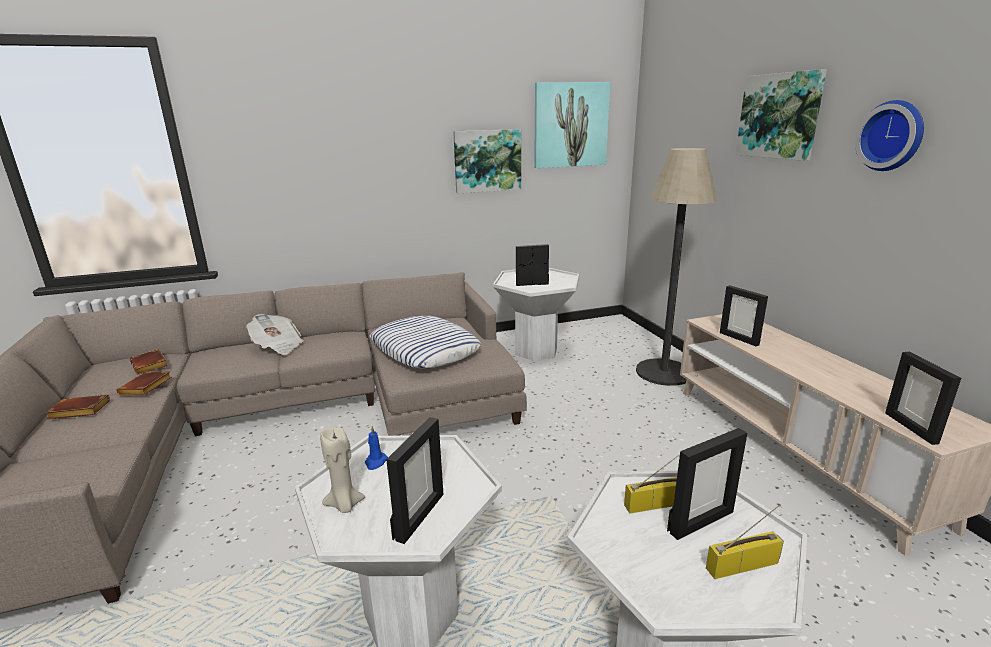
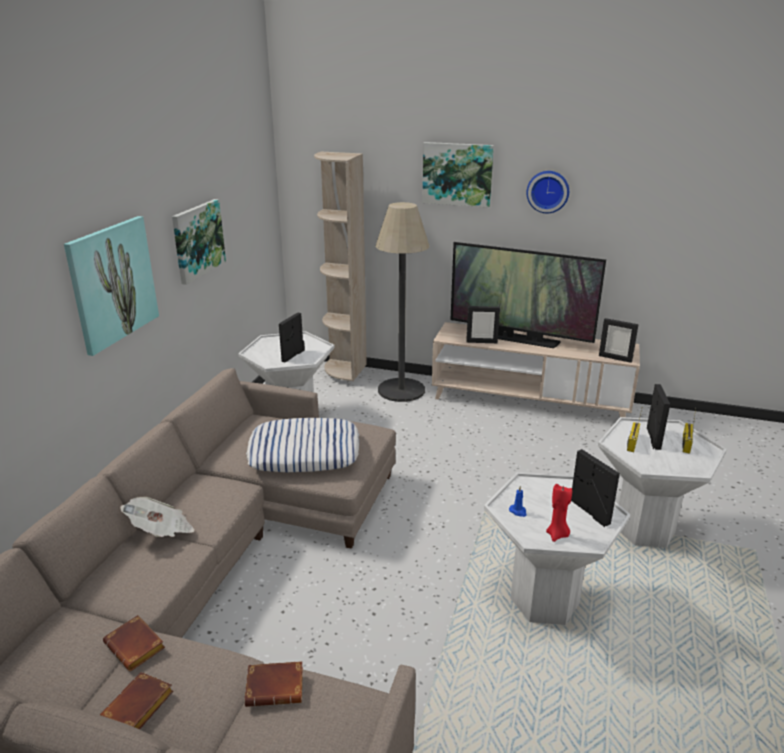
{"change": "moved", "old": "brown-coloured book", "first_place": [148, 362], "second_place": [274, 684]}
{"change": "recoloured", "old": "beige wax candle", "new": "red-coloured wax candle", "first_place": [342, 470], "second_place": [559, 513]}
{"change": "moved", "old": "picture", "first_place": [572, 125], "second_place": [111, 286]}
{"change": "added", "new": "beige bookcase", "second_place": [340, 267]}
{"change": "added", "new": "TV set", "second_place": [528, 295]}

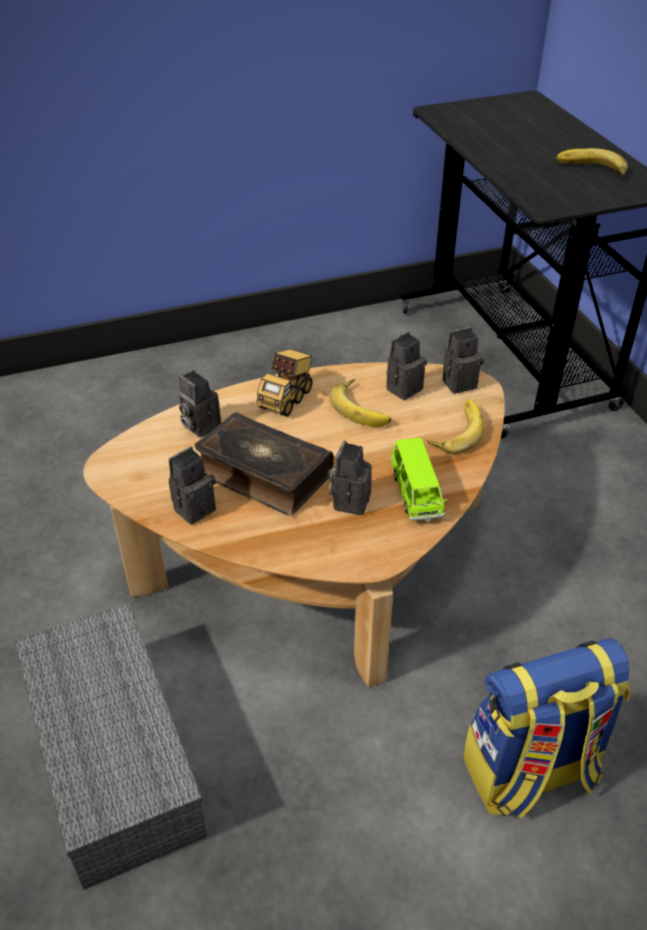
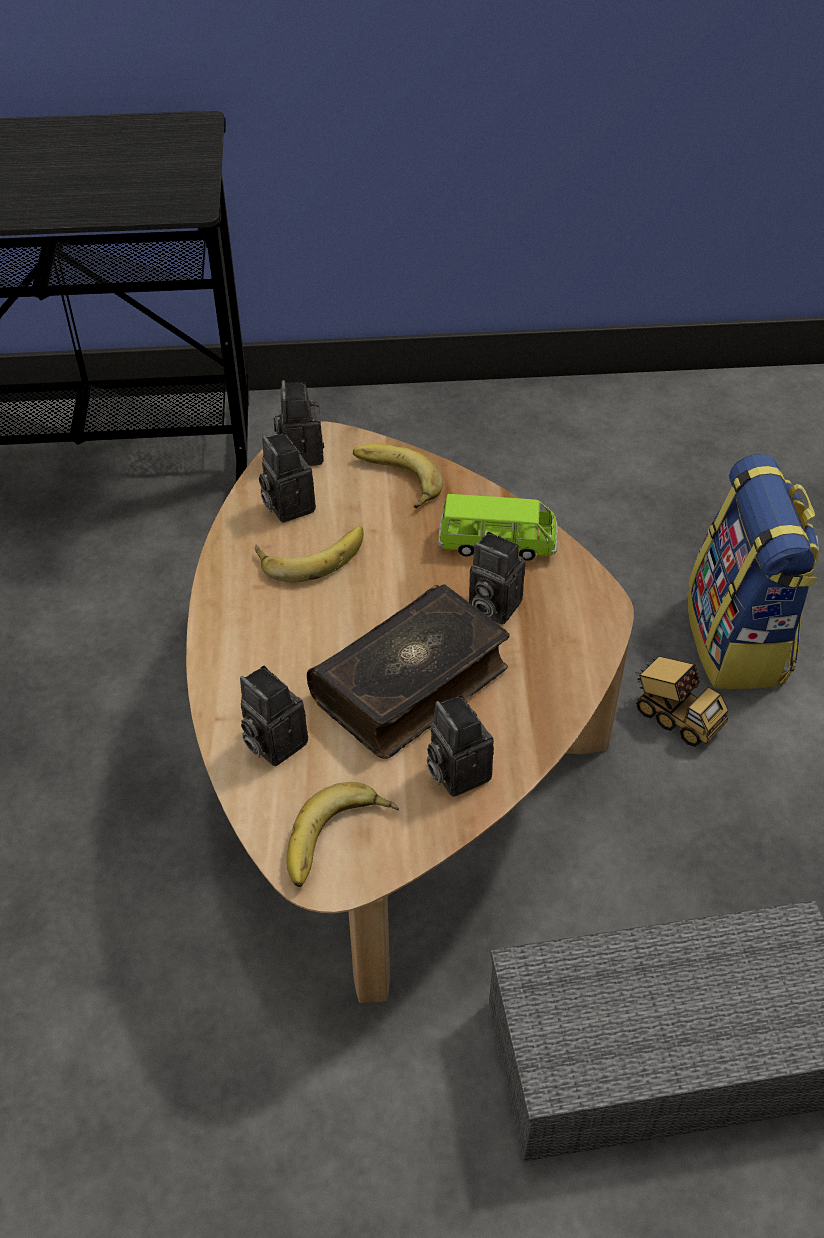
{"change": "turned", "old": "still camera", "first_place": [200, 404], "second_place": [274, 716], "degrees": 75}
{"change": "moved", "old": "model truck", "first_place": [284, 383], "second_place": [681, 701]}
{"change": "moved", "old": "banana", "first_place": [592, 162], "second_place": [342, 834]}

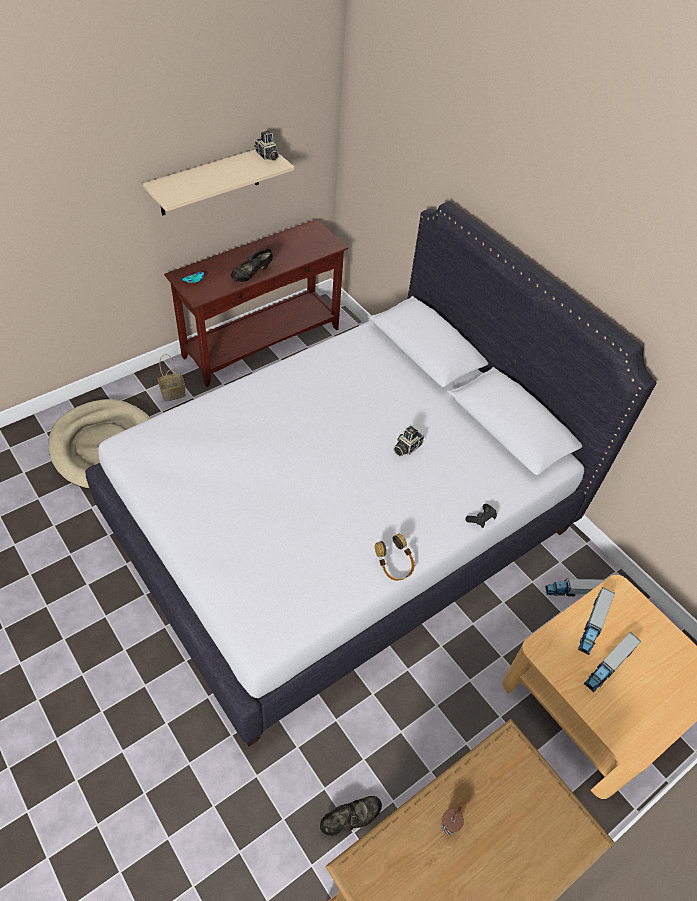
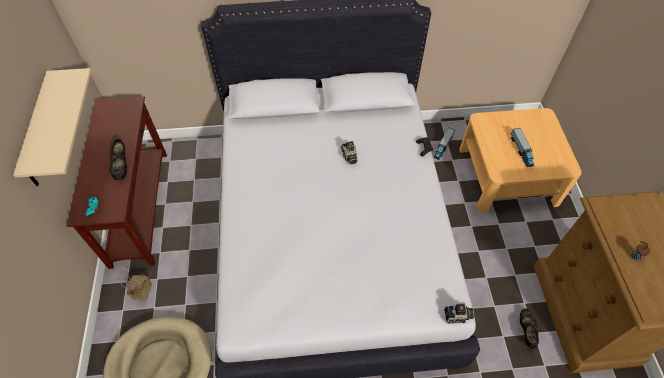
{"change": "moved", "old": "still camera", "first_place": [266, 146], "second_place": [459, 313]}
{"change": "removed", "old": "pair of headphones", "first_place": [394, 557]}
{"change": "removed", "old": "model truck", "first_place": [596, 621]}

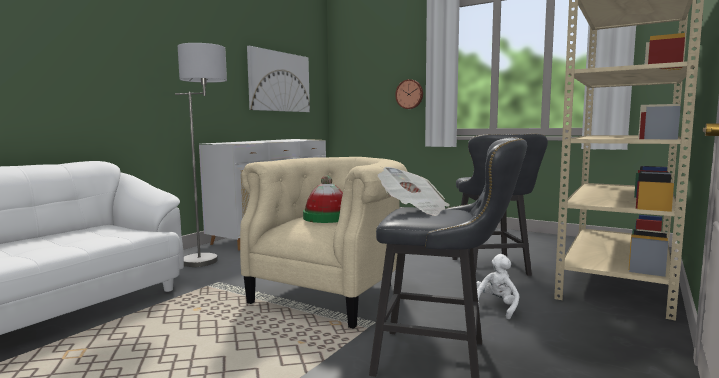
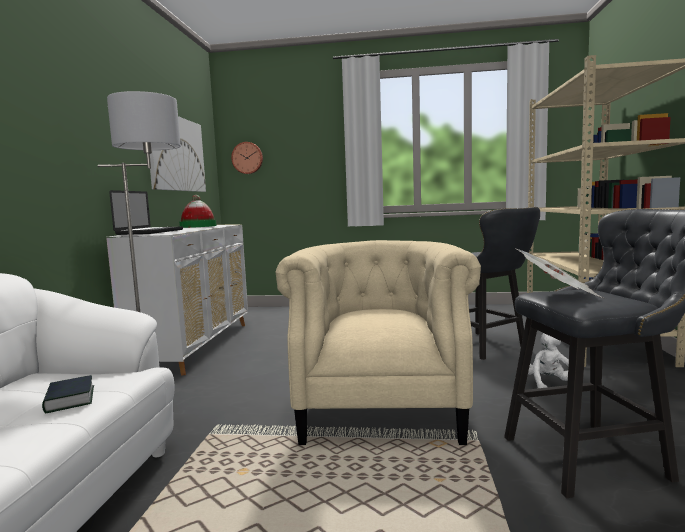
{"change": "moved", "old": "clothing hat", "first_place": [323, 199], "second_place": [198, 211]}
{"change": "moved", "old": "clock on the wall", "first_place": [409, 94], "second_place": [247, 158]}
{"change": "added", "new": "book", "second_place": [68, 394]}
{"change": "added", "new": "portable computer", "second_place": [146, 212]}

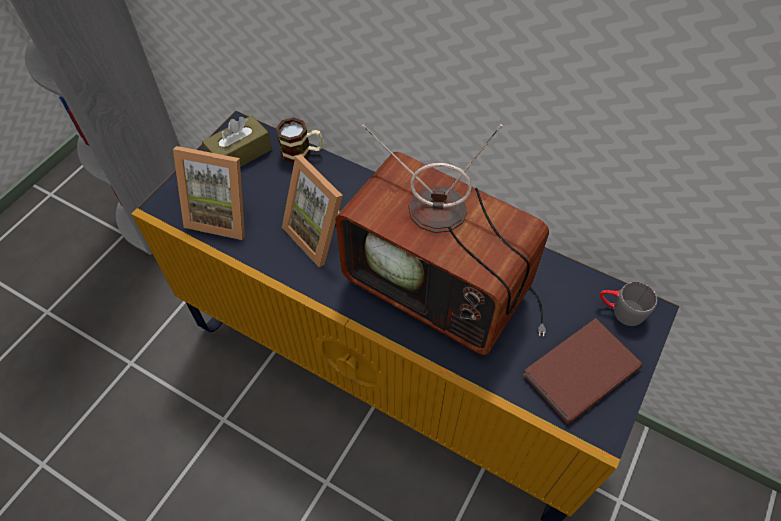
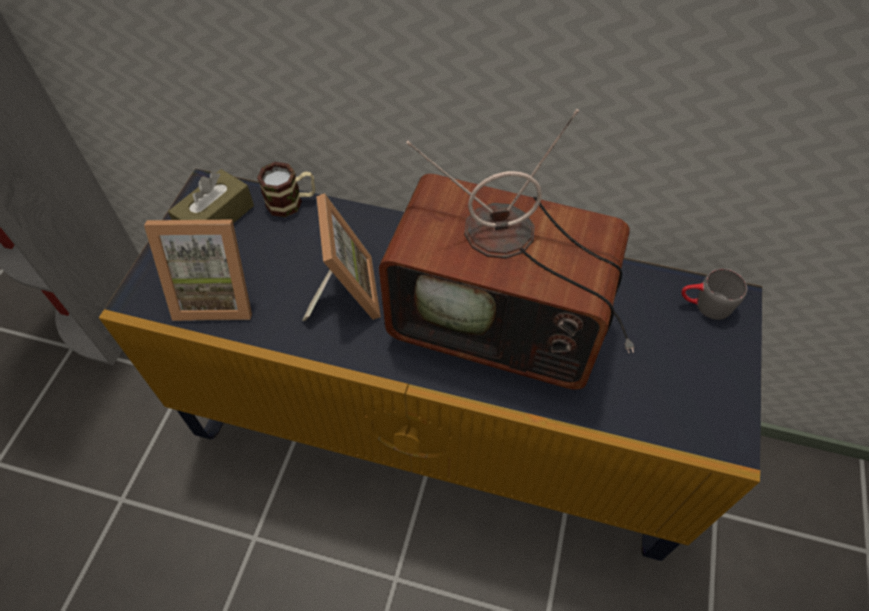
{"change": "turned", "old": "photo frame", "first_place": [312, 211], "second_place": [341, 257], "degrees": -135}
{"change": "removed", "old": "brown-coloured book", "first_place": [582, 371]}

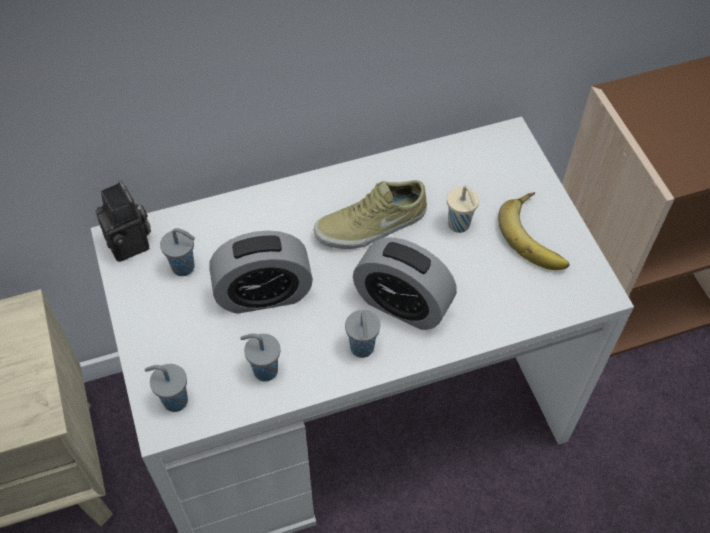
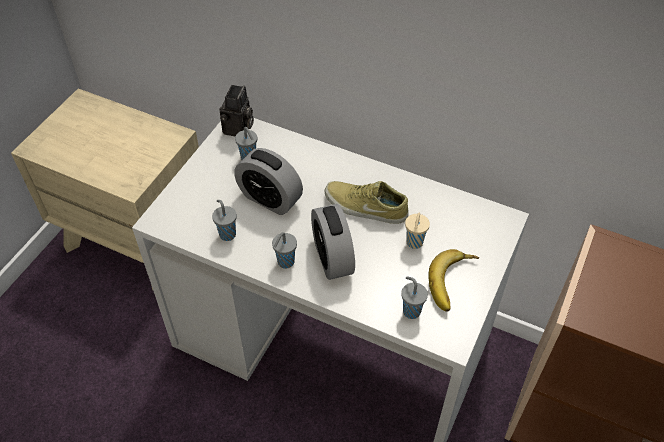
{"change": "moved", "old": "grey small cup", "first_place": [166, 388], "second_place": [414, 298]}

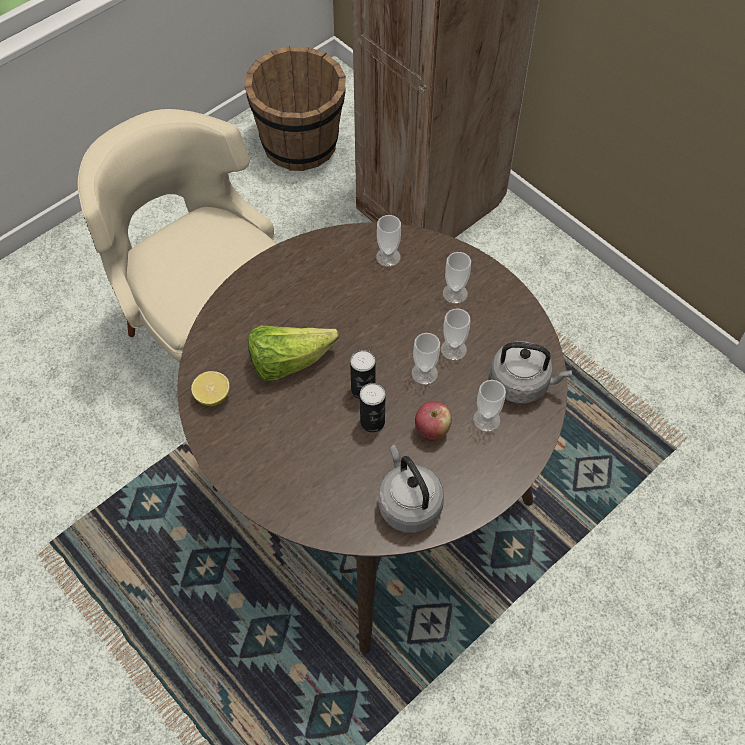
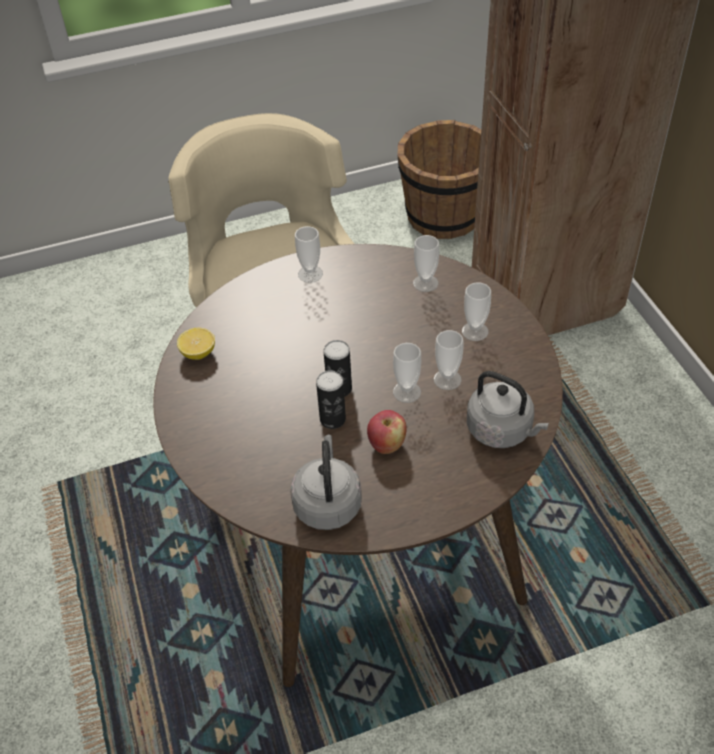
{"change": "removed", "old": "lettuce", "first_place": [293, 353]}
{"change": "moved", "old": "small cup", "first_place": [489, 406], "second_place": [309, 254]}

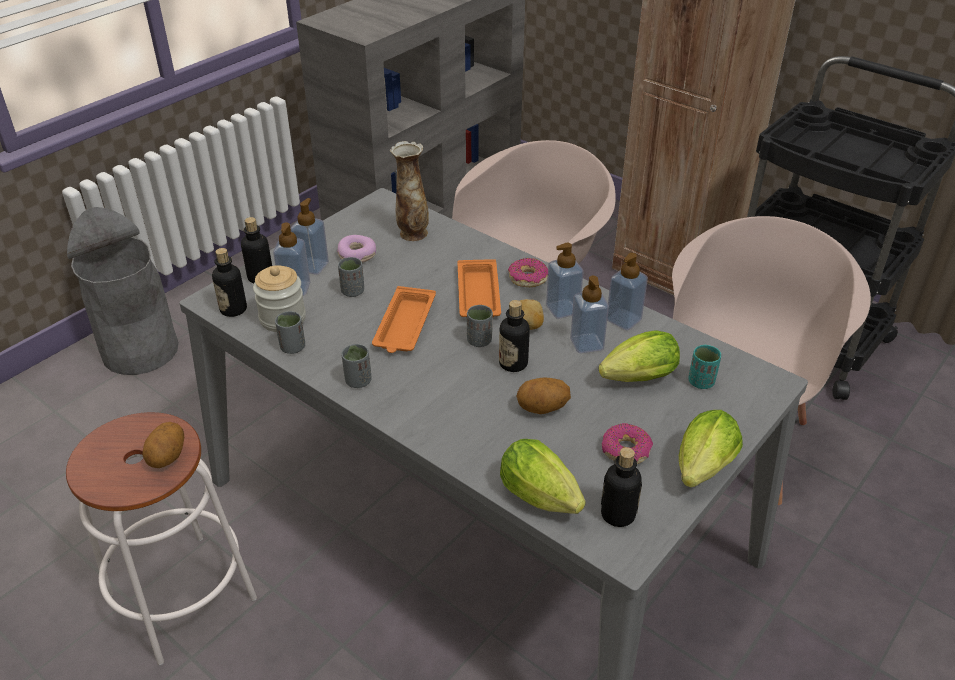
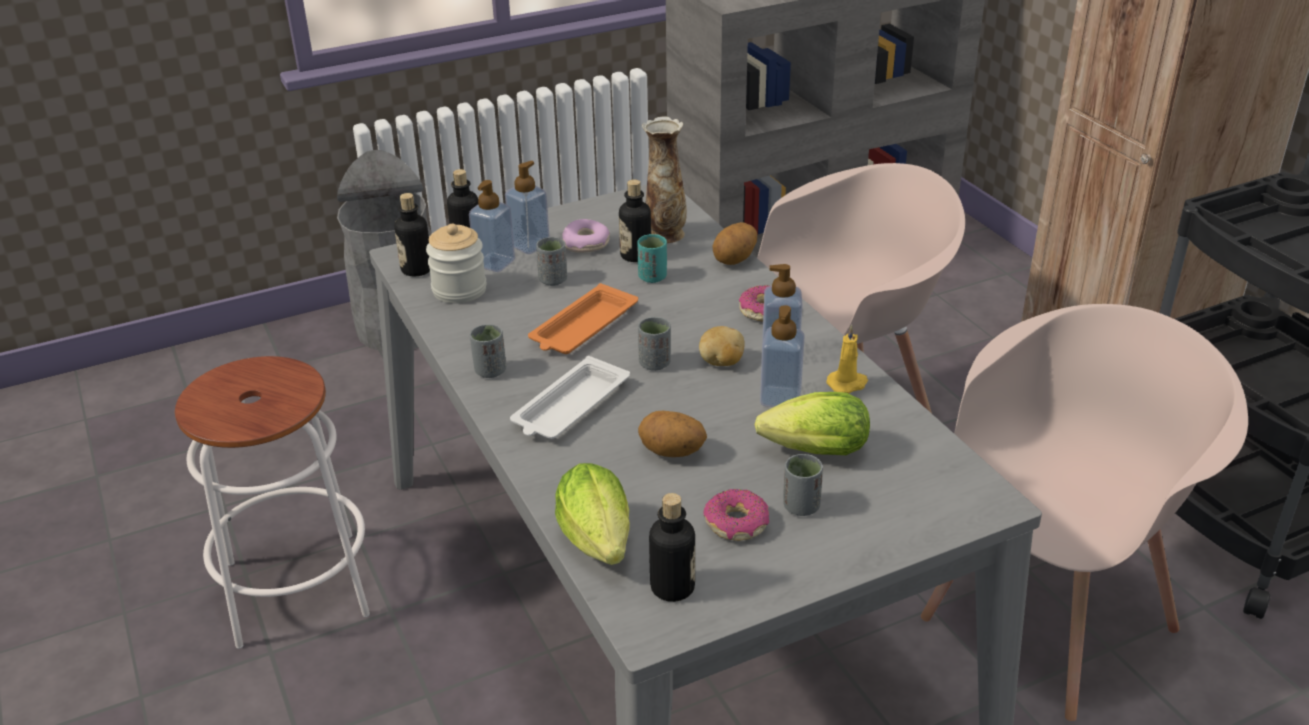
{"change": "moved", "old": "potato", "first_place": [163, 445], "second_place": [734, 243]}
{"change": "moved", "old": "grey small cup", "first_place": [290, 332], "second_place": [803, 485]}
{"change": "removed", "old": "orangey tray", "first_place": [479, 288]}
{"change": "moved", "old": "bottle", "first_place": [514, 336], "second_place": [635, 220]}
{"change": "replaced", "old": "liquid soap bottle", "new": "yellow-coloured wax candle", "first_place": [627, 291], "second_place": [847, 359]}
{"change": "removed", "old": "lettuce", "first_place": [711, 449]}
{"change": "moved", "old": "turquoise small cup", "first_place": [704, 366], "second_place": [652, 258]}
{"change": "added", "new": "white tray", "second_place": [570, 397]}

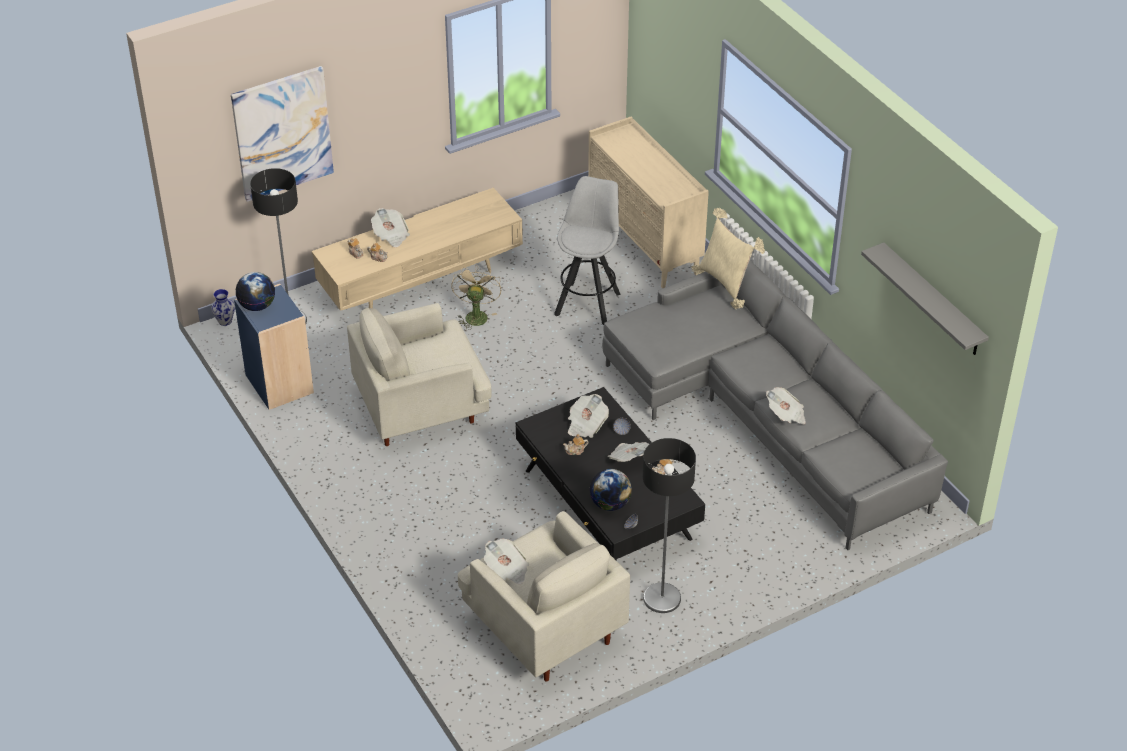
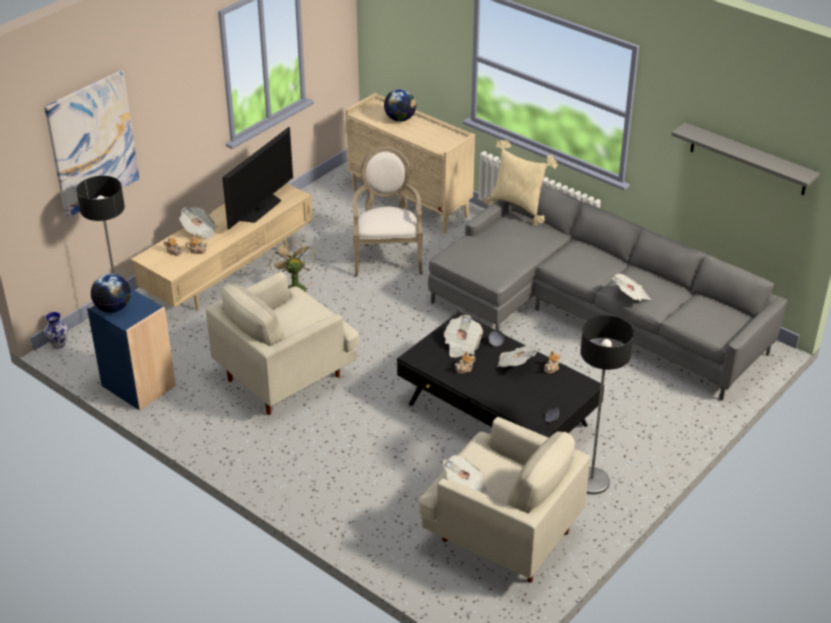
{"change": "replaced", "old": "grey stool", "new": "lounge chair", "first_place": [587, 250], "second_place": [387, 211]}
{"change": "moved", "old": "globe", "first_place": [611, 490], "second_place": [400, 105]}
{"change": "added", "new": "TV set", "second_place": [257, 178]}

